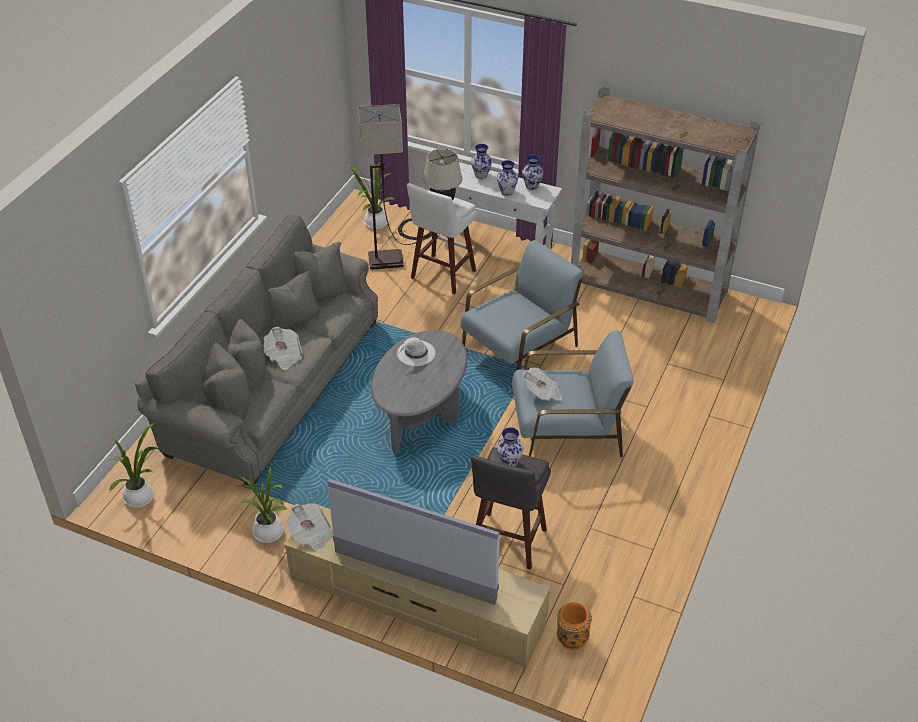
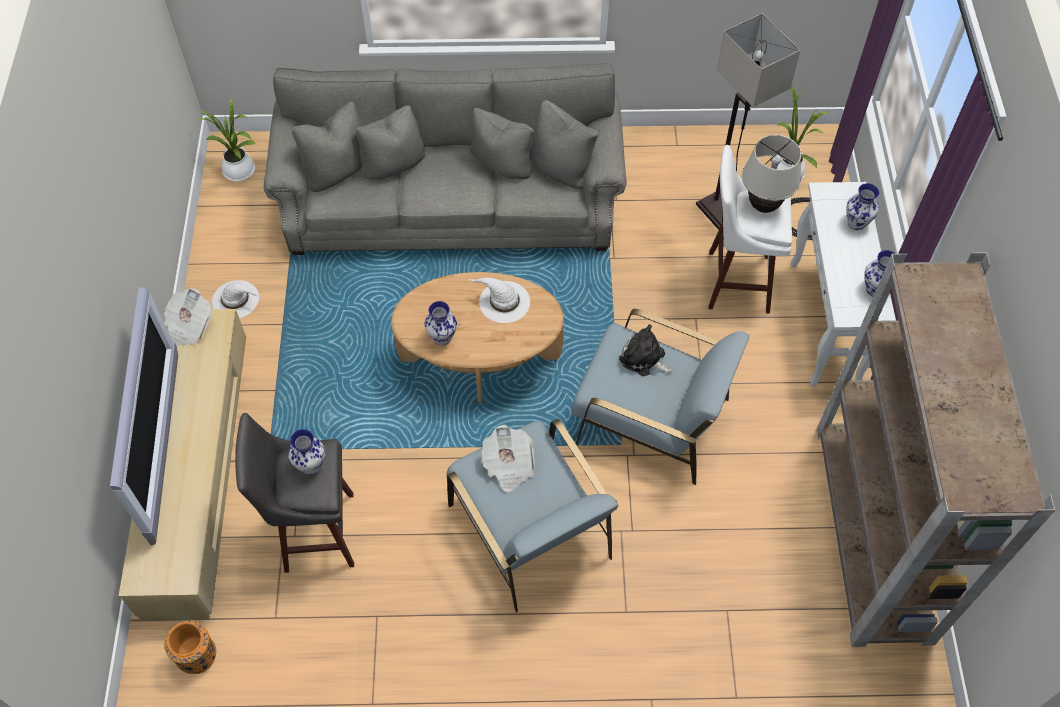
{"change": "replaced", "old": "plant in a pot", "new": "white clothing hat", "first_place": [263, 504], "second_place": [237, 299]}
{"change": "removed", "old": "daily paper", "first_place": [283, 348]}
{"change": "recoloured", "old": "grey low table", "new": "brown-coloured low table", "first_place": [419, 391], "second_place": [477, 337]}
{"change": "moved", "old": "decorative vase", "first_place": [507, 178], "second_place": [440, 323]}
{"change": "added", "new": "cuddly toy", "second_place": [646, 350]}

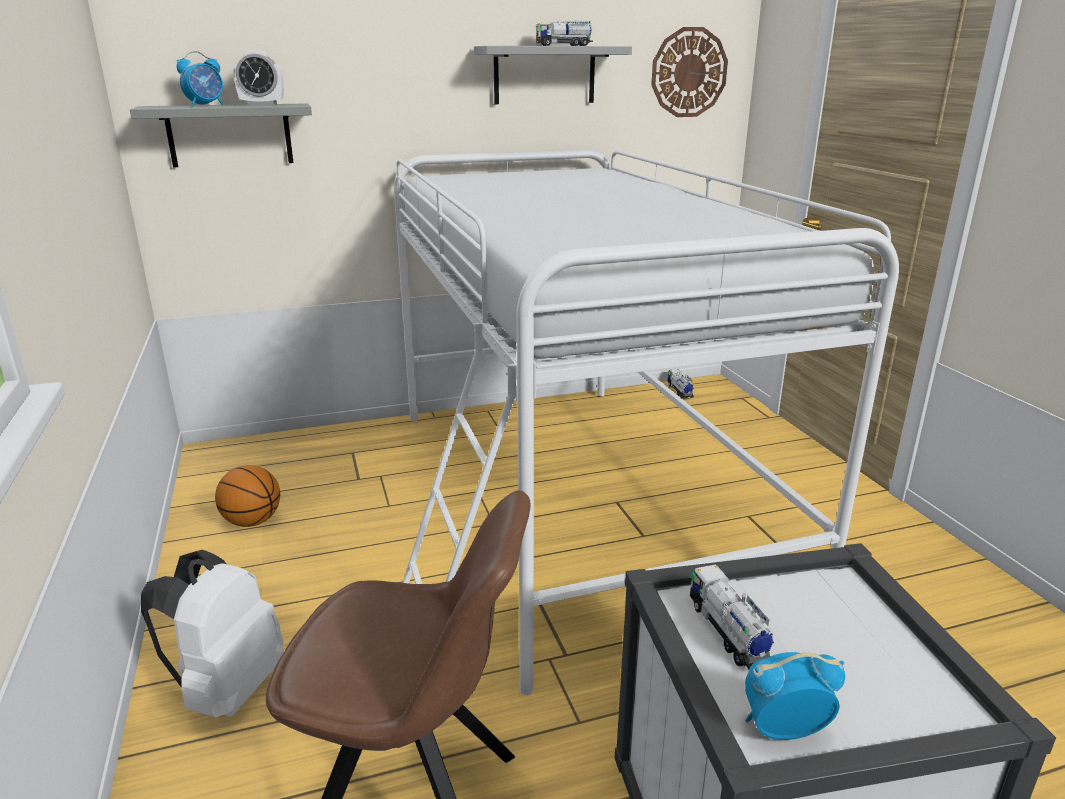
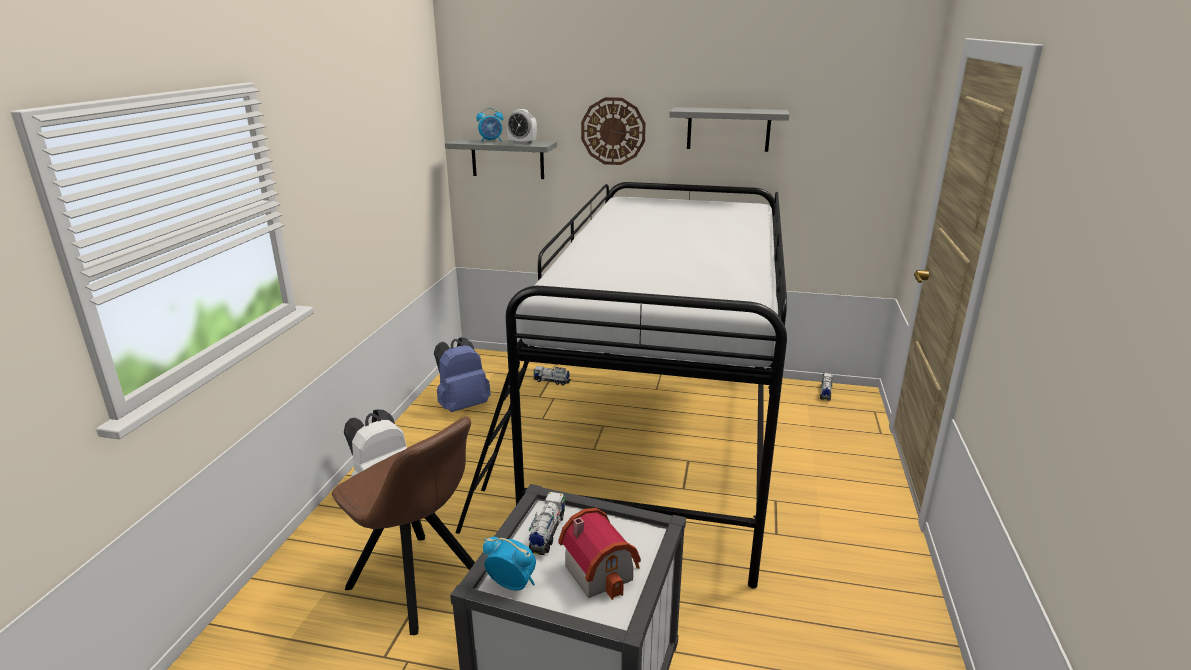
{"change": "replaced", "old": "basketball", "new": "blue-coloured backpack", "first_place": [247, 496], "second_place": [462, 374]}
{"change": "recoloured", "old": "white bedroom bed", "new": "black-coloured bedroom bed", "first_place": [646, 422], "second_place": [621, 385]}
{"change": "moved", "old": "model truck", "first_place": [564, 33], "second_place": [552, 376]}
{"change": "moved", "old": "clock on the wall", "first_place": [689, 72], "second_place": [613, 131]}
{"change": "added", "new": "toy house", "second_place": [599, 554]}

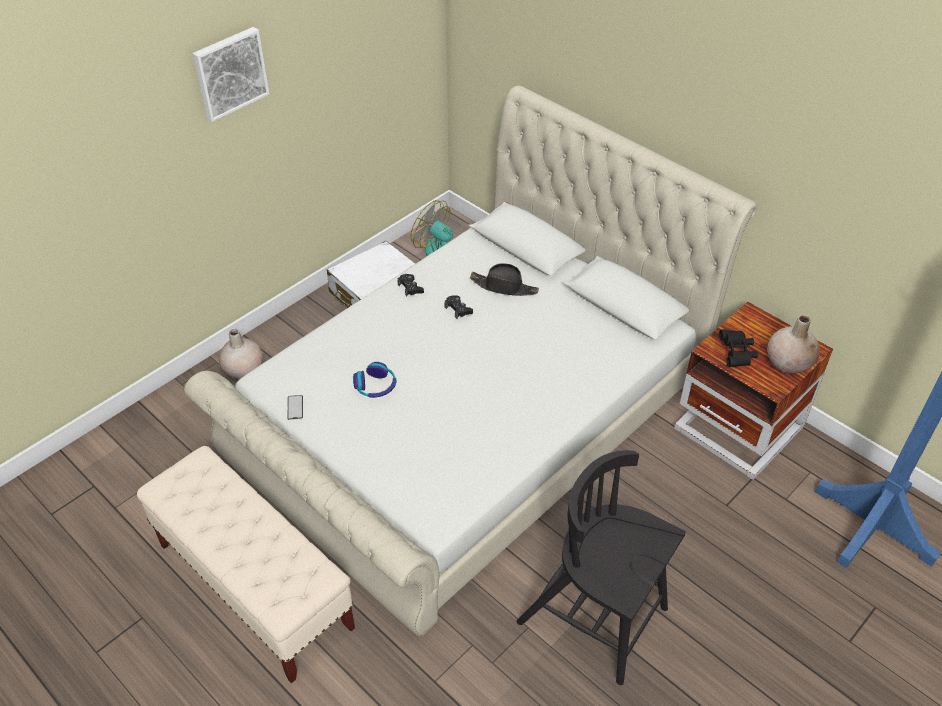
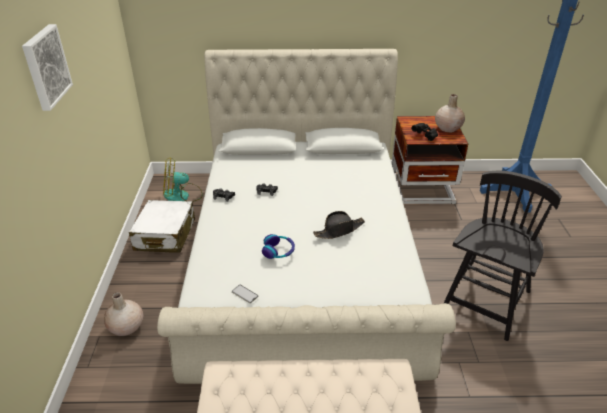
{"change": "moved", "old": "black-coloured clothing hat", "first_place": [504, 279], "second_place": [339, 225]}
{"change": "turned", "old": "black-coloured chair", "first_place": [601, 567], "second_place": [502, 256], "degrees": 135}

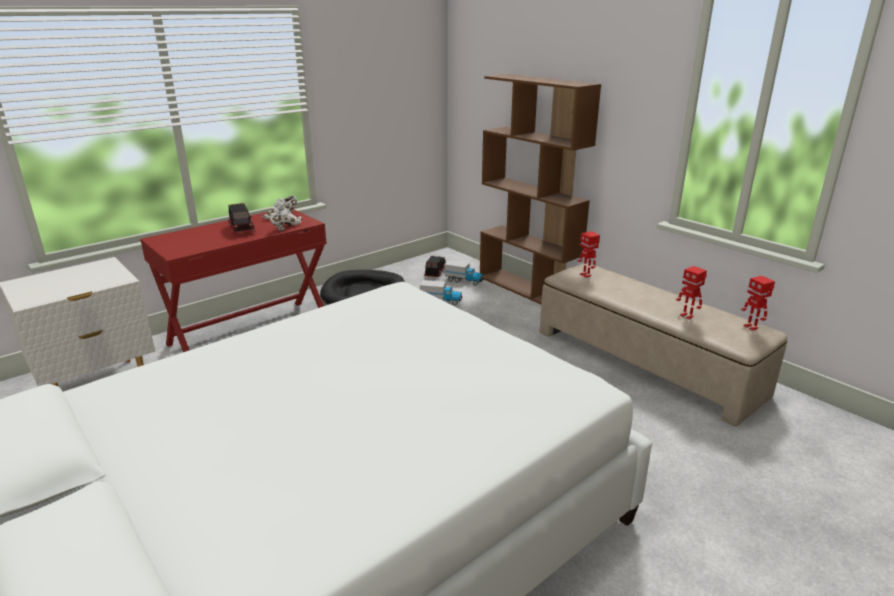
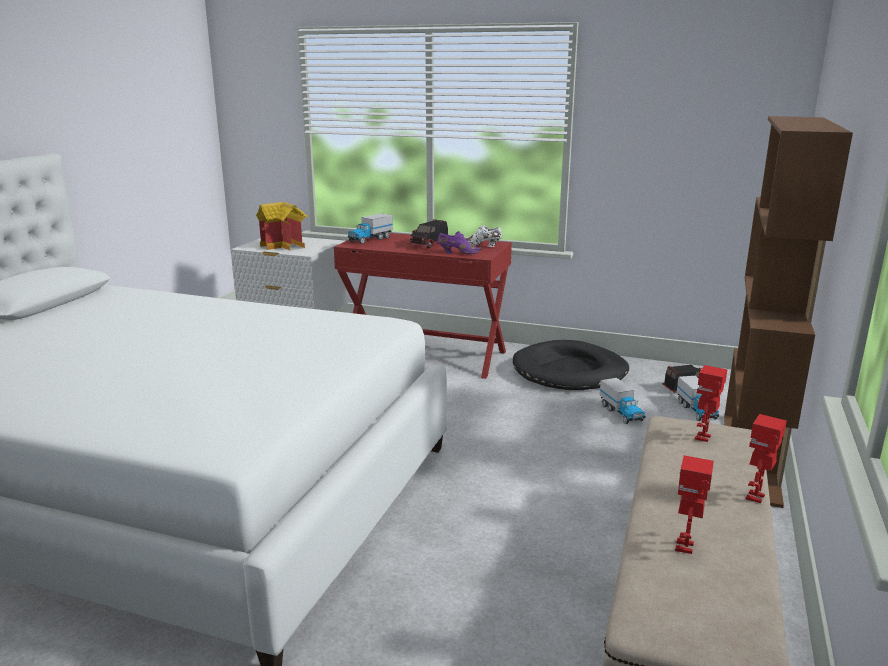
{"change": "recoloured", "old": "white item of footwear", "new": "purple-coloured item of footwear", "first_place": [286, 218], "second_place": [460, 242]}
{"change": "moved", "old": "model robot", "first_place": [758, 303], "second_place": [766, 458]}
{"change": "added", "new": "toy house", "second_place": [281, 226]}
{"change": "added", "new": "model truck", "second_place": [370, 228]}

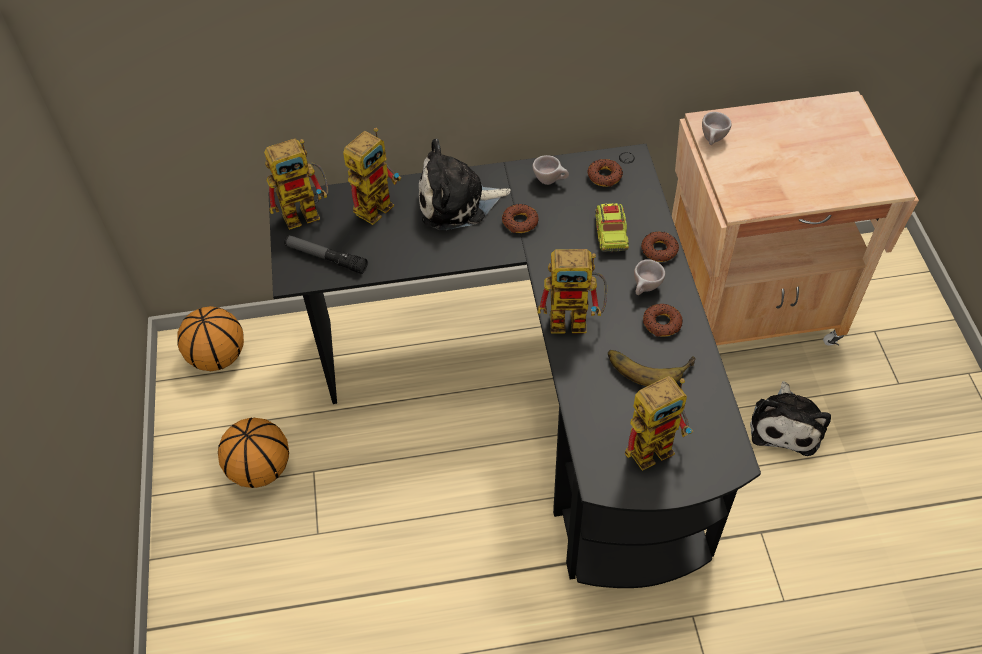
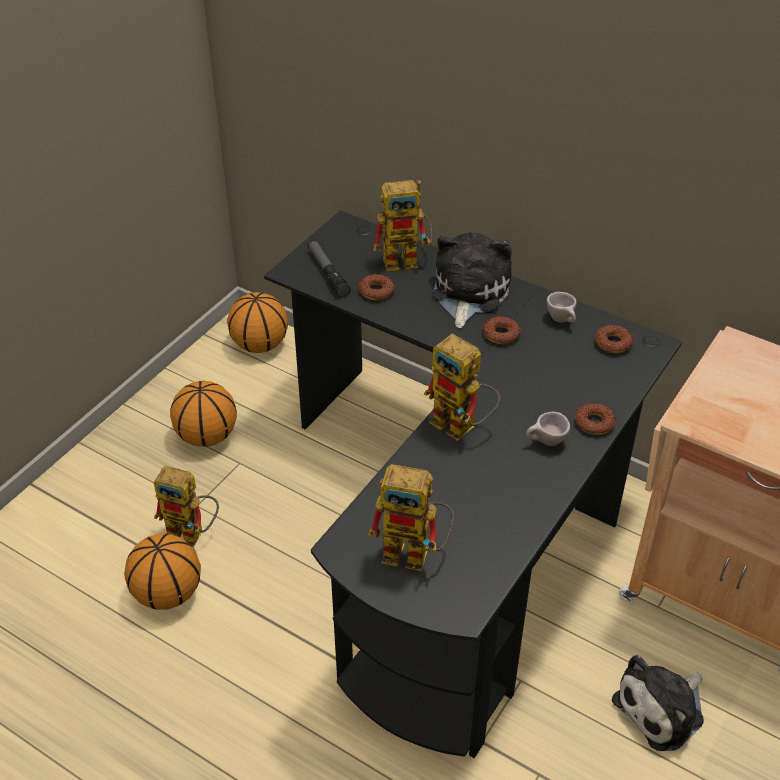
{"change": "moved", "old": "model robot", "first_place": [296, 184], "second_place": [186, 506]}
{"change": "turned", "old": "cuddly toy", "first_place": [465, 184], "second_place": [472, 280], "degrees": 75}
{"change": "removed", "old": "model truck", "first_place": [612, 228]}
{"change": "removed", "old": "banana", "first_place": [652, 368]}
{"change": "moved", "old": "ring doughnut", "first_place": [663, 320], "second_place": [377, 287]}
{"change": "removed", "old": "beige small cup", "first_place": [717, 128]}
{"change": "added", "new": "basketball", "second_place": [162, 572]}

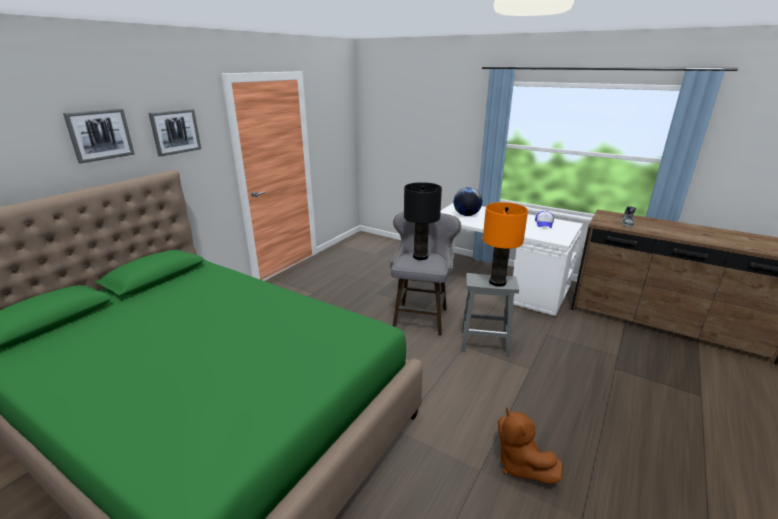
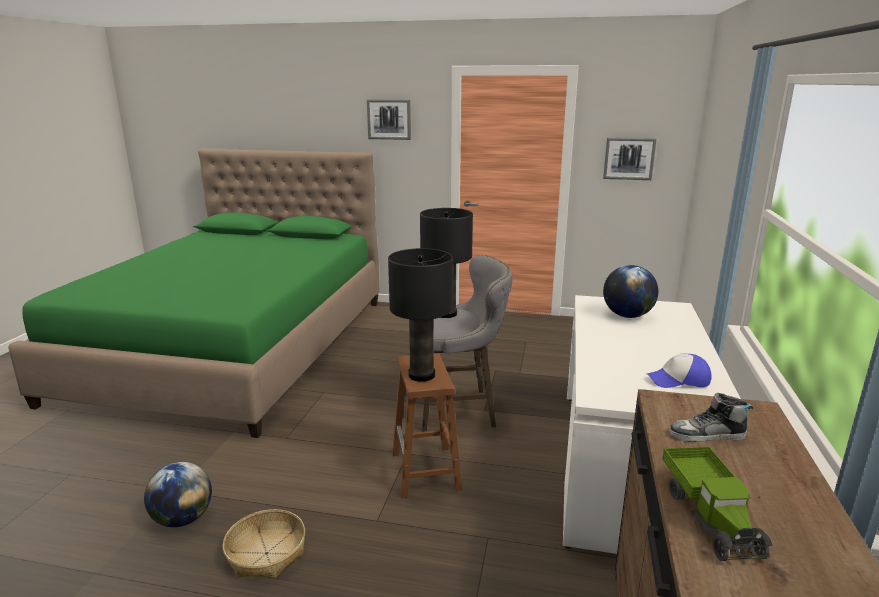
{"change": "moved", "old": "picture", "first_place": [98, 135], "second_place": [630, 158]}
{"change": "recoloured", "old": "grey stool", "new": "brown-coloured stool", "first_place": [490, 314], "second_place": [427, 425]}
{"change": "recoloured", "old": "orangey lamp for a table", "new": "black-coloured lamp for a table", "first_place": [505, 244], "second_place": [420, 315]}
{"change": "replaced", "old": "brown-coloured cuddly toy", "new": "globe", "first_place": [530, 446], "second_place": [178, 494]}
{"change": "added", "new": "basket", "second_place": [263, 544]}
{"change": "added", "new": "model truck", "second_place": [717, 504]}

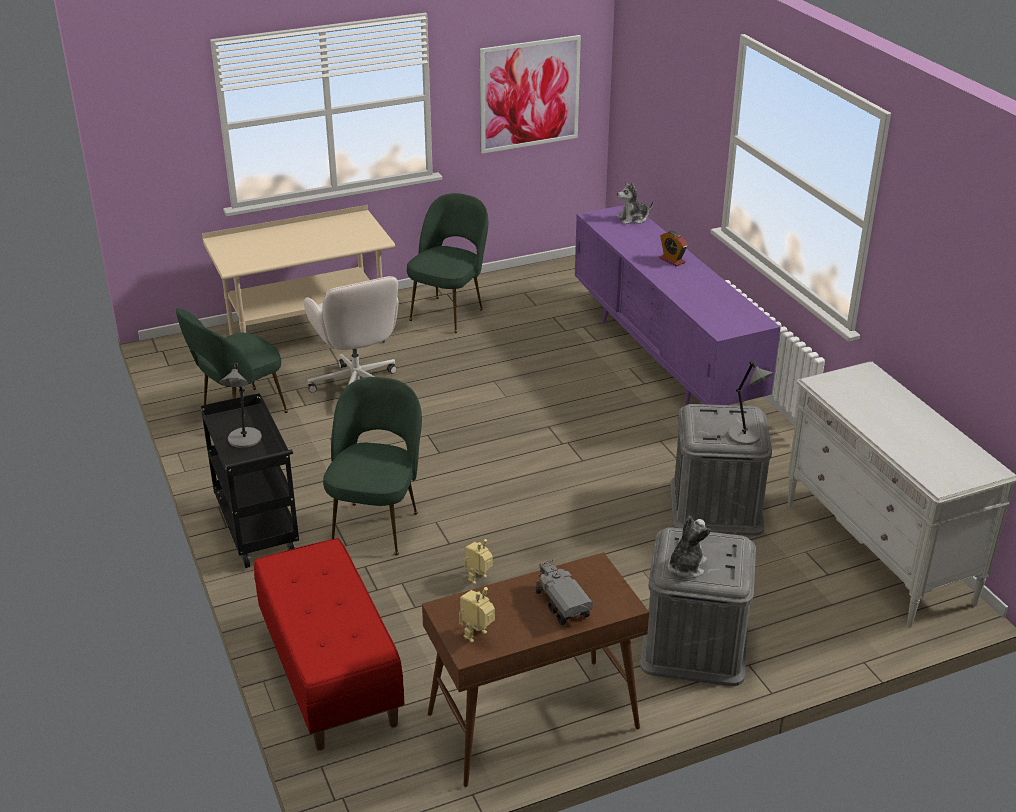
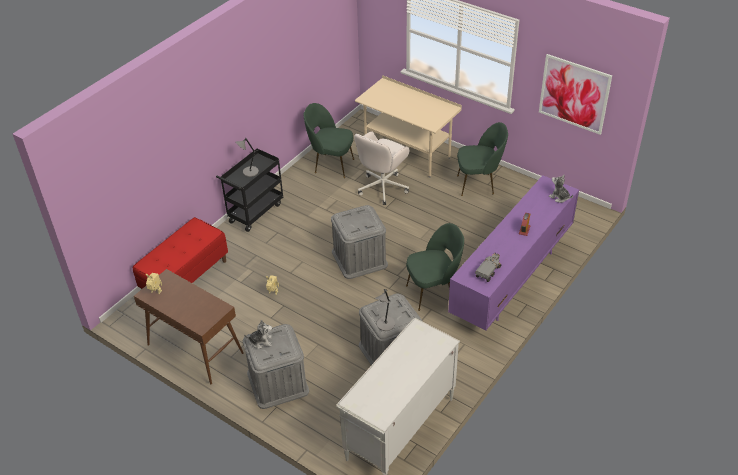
{"change": "moved", "old": "greenish chair", "first_place": [372, 466], "second_place": [435, 267]}
{"change": "moved", "old": "model truck", "first_place": [564, 592], "second_place": [488, 267]}
{"change": "added", "new": "grey storage bin", "second_place": [359, 242]}

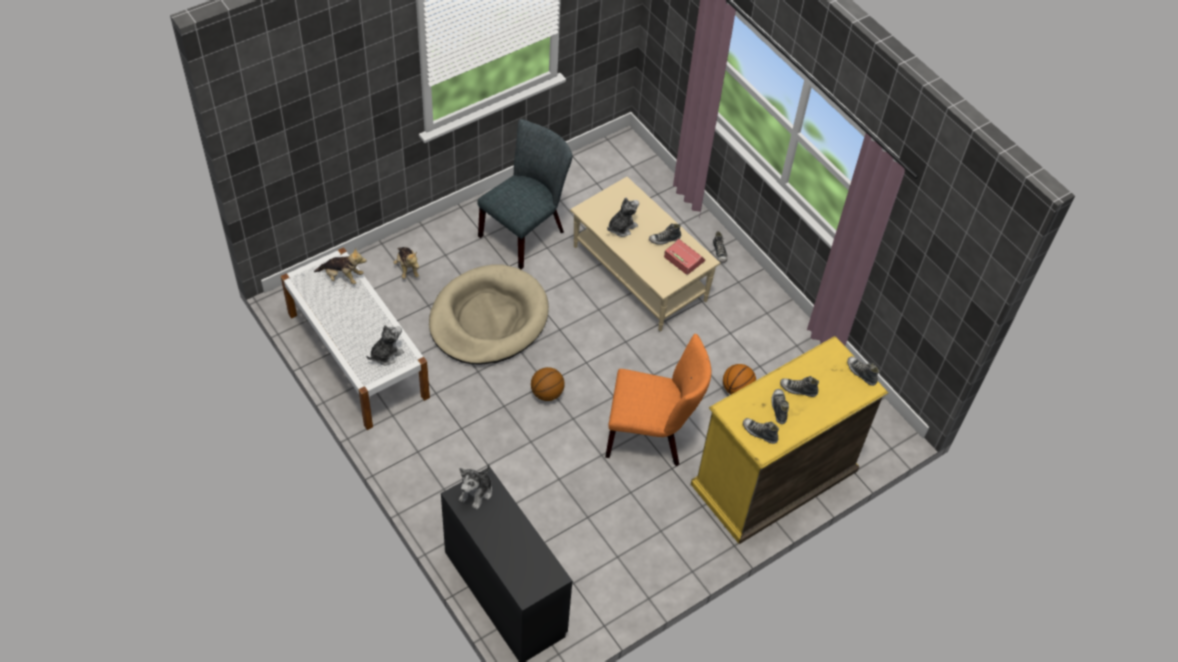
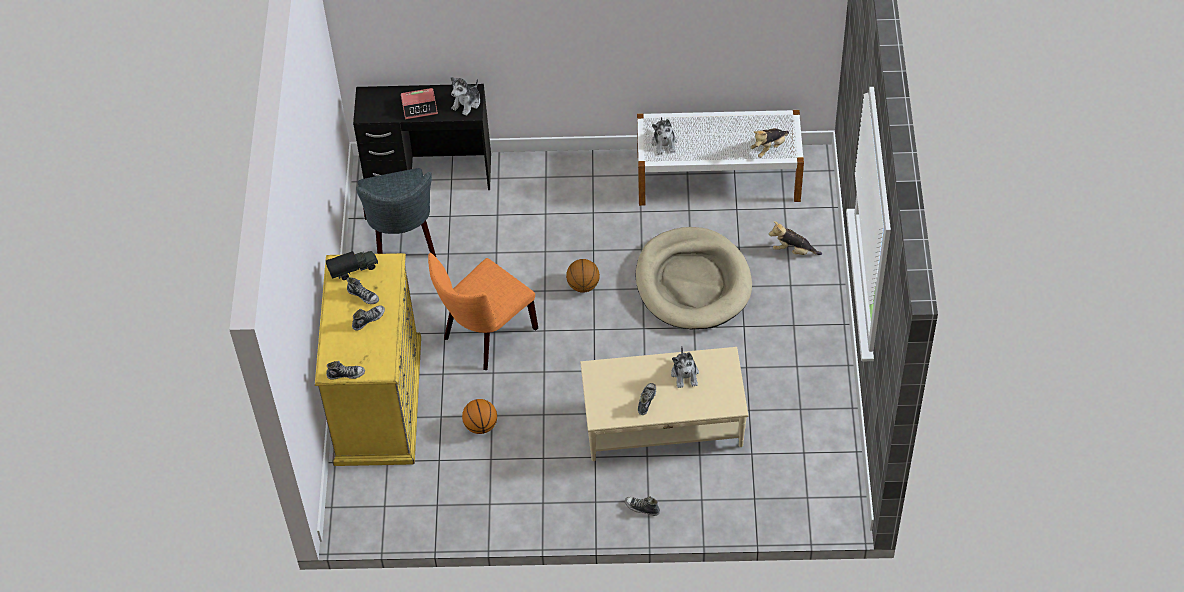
{"change": "turned", "old": "cuddly toy", "first_place": [475, 487], "second_place": [465, 96], "degrees": -120}
{"change": "moved", "old": "grey chair", "first_place": [525, 194], "second_place": [396, 212]}
{"change": "moved", "old": "bedside clock", "first_place": [684, 257], "second_place": [419, 103]}
{"change": "replaced", "old": "item of footwear", "new": "model truck", "first_place": [761, 431], "second_place": [352, 265]}

